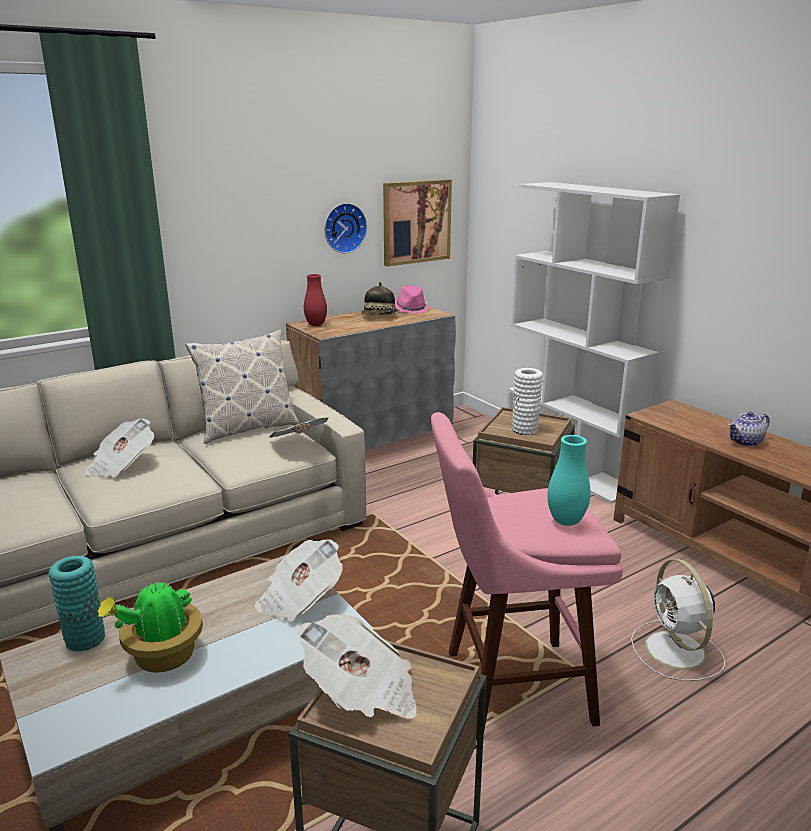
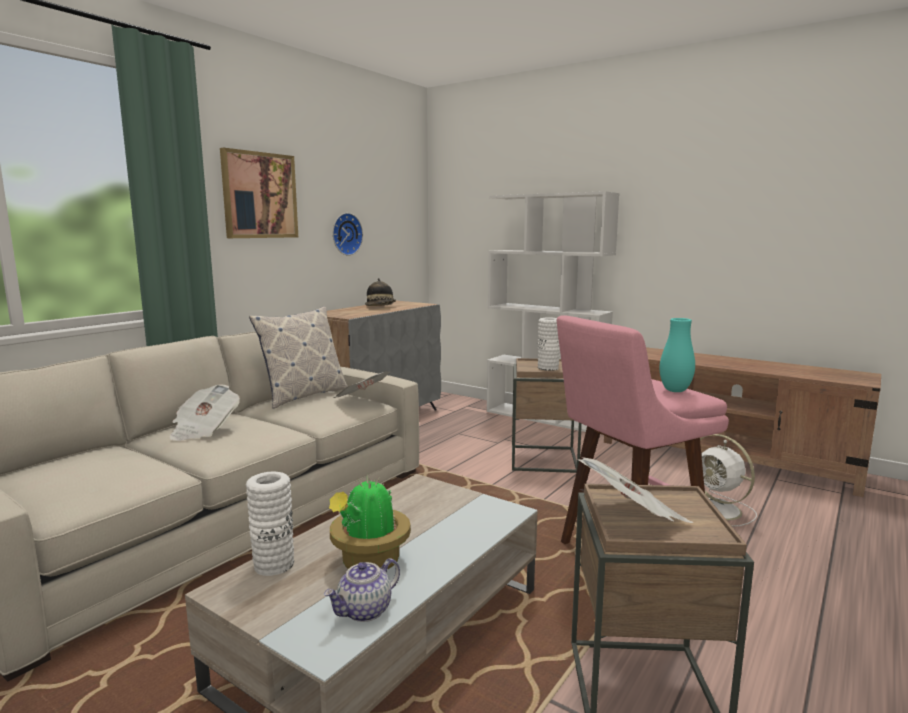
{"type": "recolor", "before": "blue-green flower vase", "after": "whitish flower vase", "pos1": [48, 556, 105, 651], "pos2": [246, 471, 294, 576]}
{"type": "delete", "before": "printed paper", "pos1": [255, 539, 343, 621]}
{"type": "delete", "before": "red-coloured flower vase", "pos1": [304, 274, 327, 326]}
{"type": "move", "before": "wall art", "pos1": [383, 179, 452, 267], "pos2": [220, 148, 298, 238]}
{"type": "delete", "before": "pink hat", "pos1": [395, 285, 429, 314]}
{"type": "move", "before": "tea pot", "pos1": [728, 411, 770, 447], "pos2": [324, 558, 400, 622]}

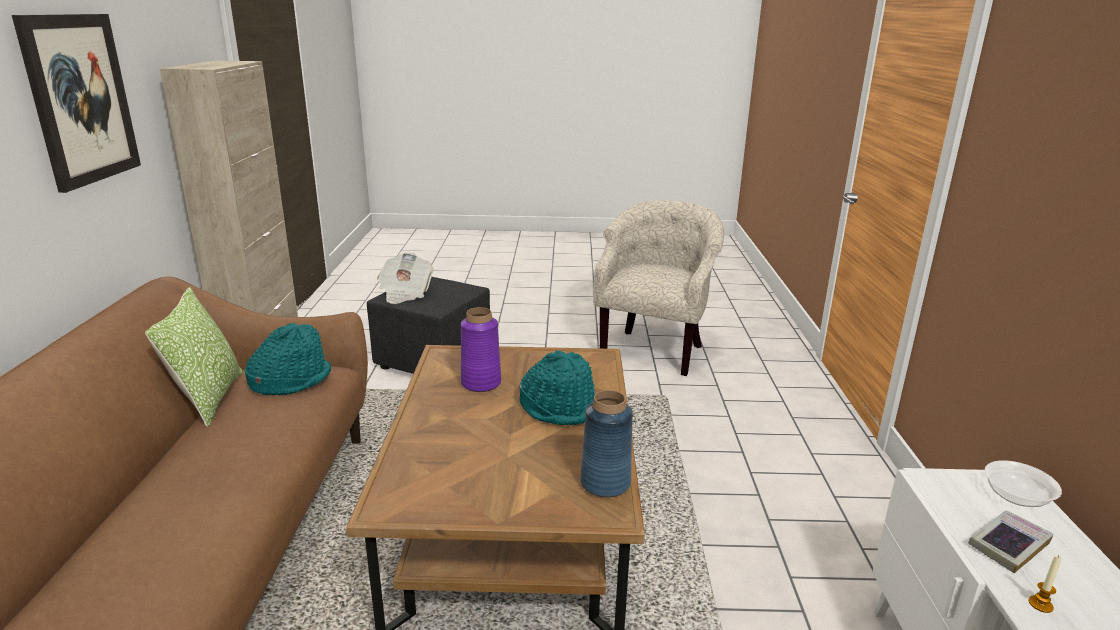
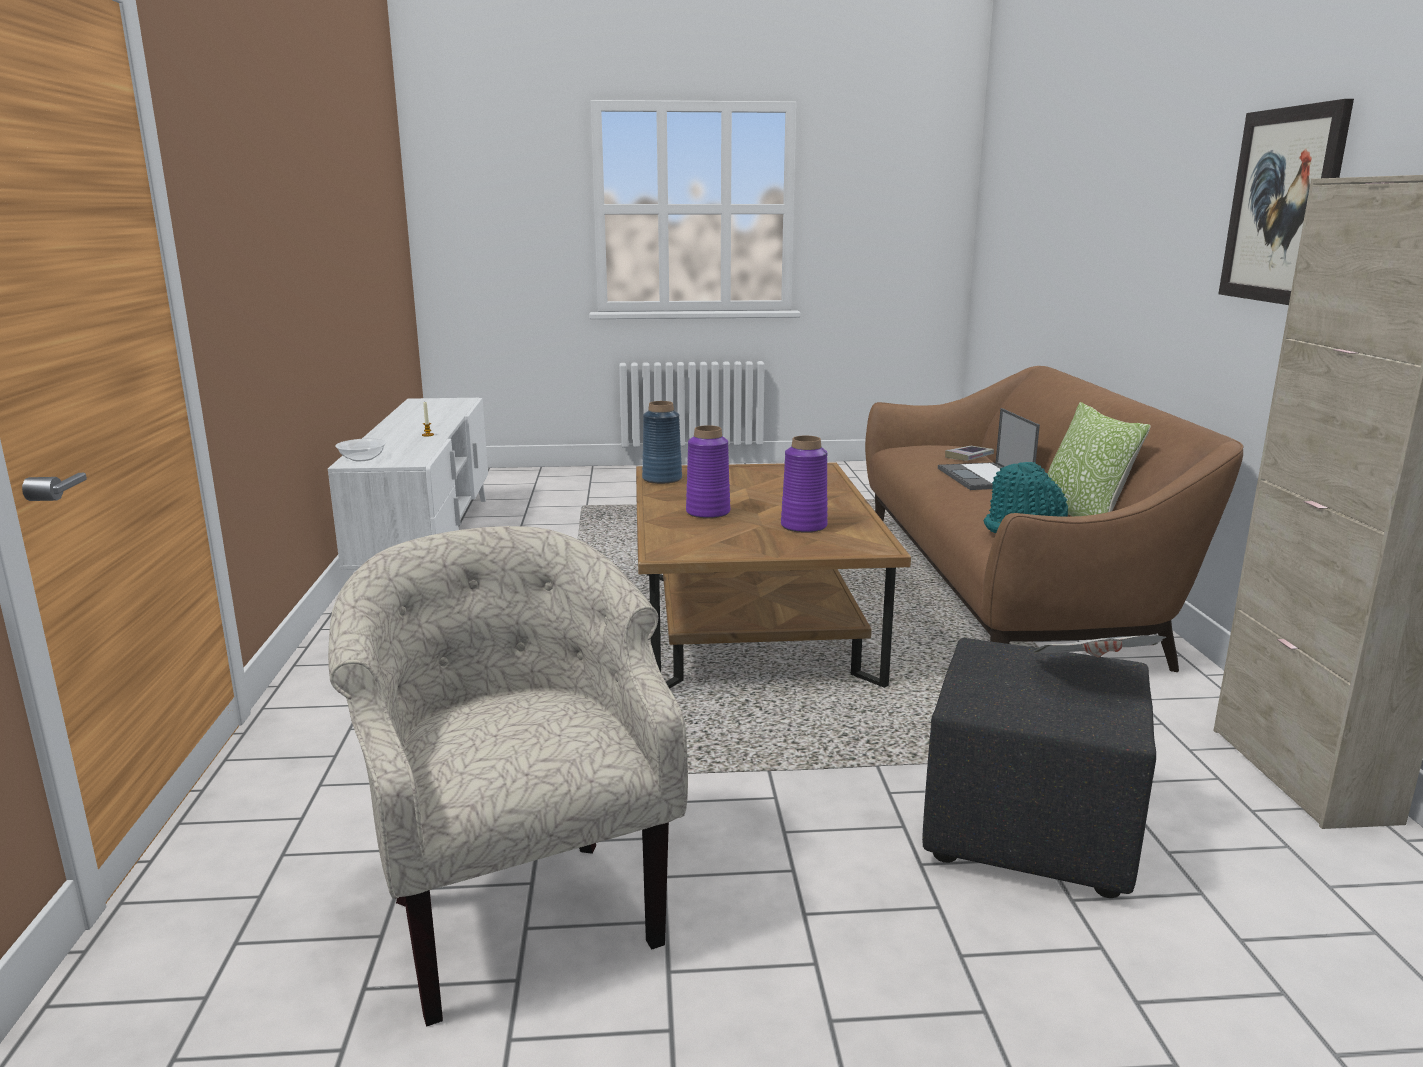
{"type": "replace", "before": "blue-green hat", "after": "purple flower vase", "pos1": [519, 350, 595, 425], "pos2": [686, 425, 730, 519]}
{"type": "rotate", "before": "beige-coloured lounge chair", "pos1": [593, 200, 724, 376], "pos2": [328, 526, 688, 1026], "turn": 135}
{"type": "move", "before": "bound book", "pos1": [968, 511, 1054, 573], "pos2": [945, 446, 994, 461]}
{"type": "insert", "after": "notebook computer", "pos2": [938, 408, 1040, 490]}

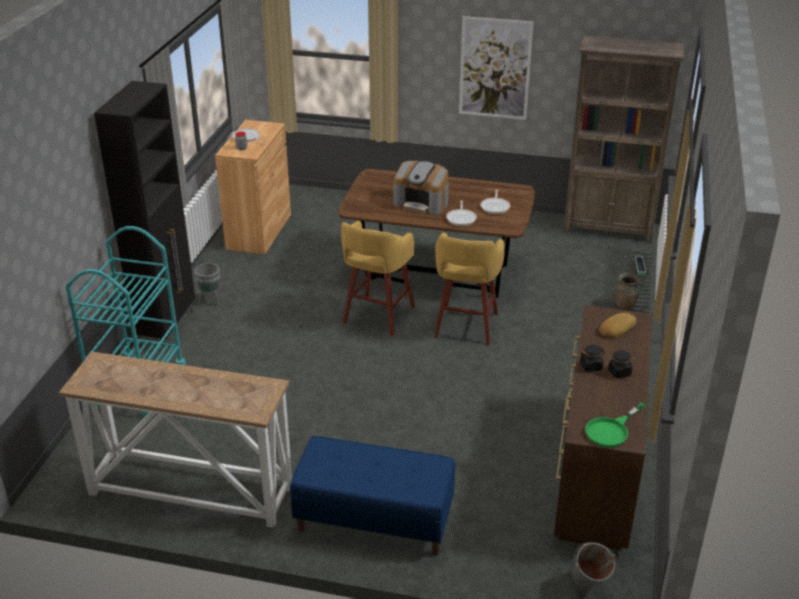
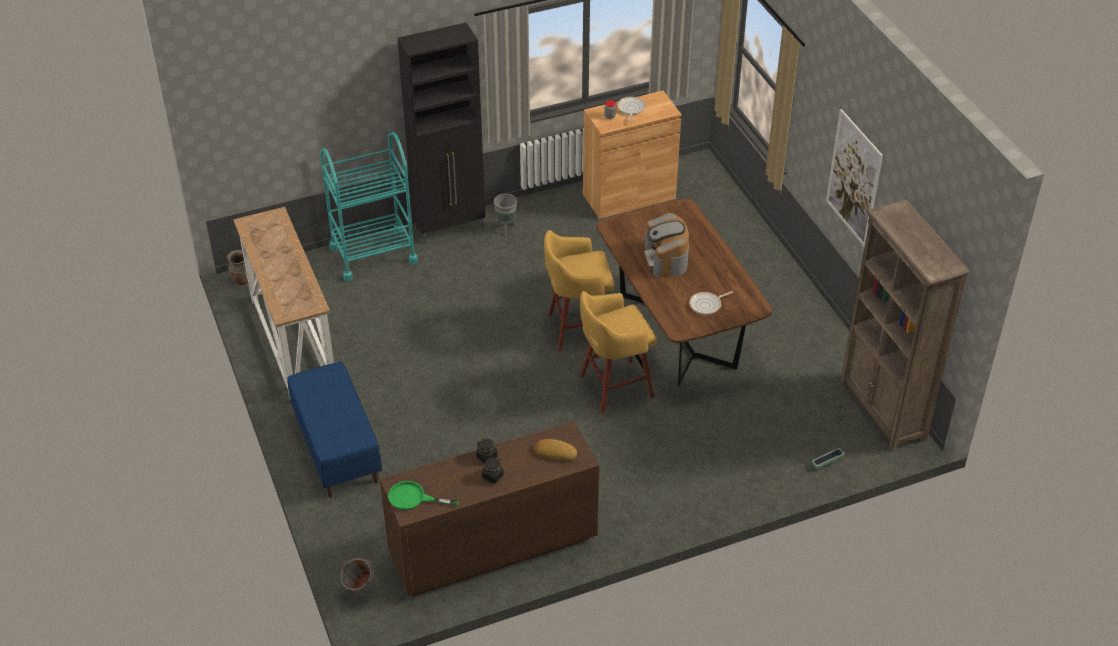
{"type": "delete", "before": "frying pan", "pos1": [446, 200, 477, 226]}
{"type": "move", "before": "brown flower vase", "pos1": [615, 273, 640, 310], "pos2": [227, 250, 248, 285]}

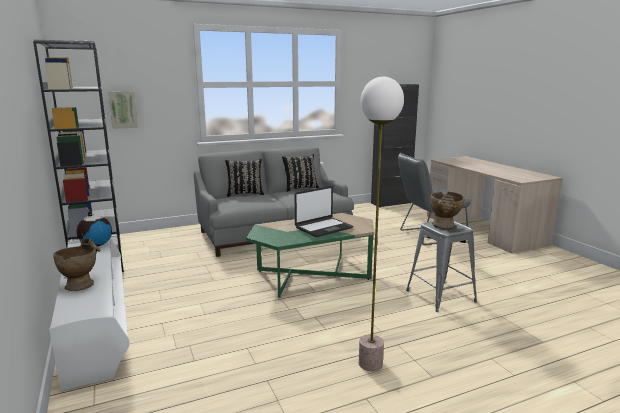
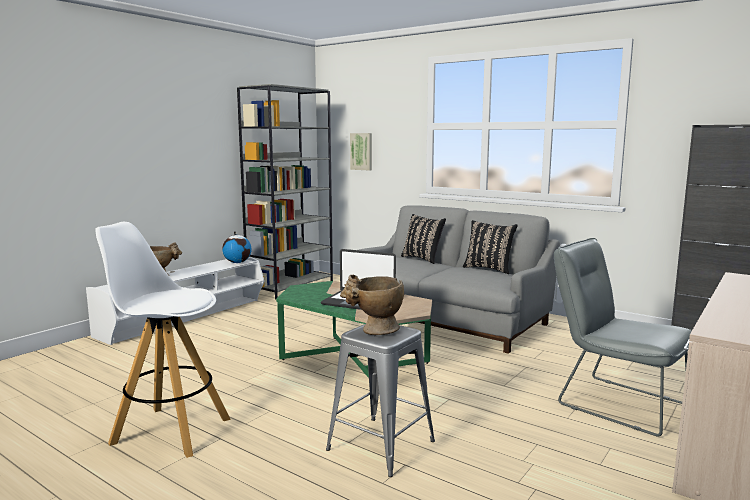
{"type": "replace", "before": "standing lamp", "after": "whitish sitting stool", "pos1": [359, 77, 404, 371], "pos2": [95, 222, 231, 458]}

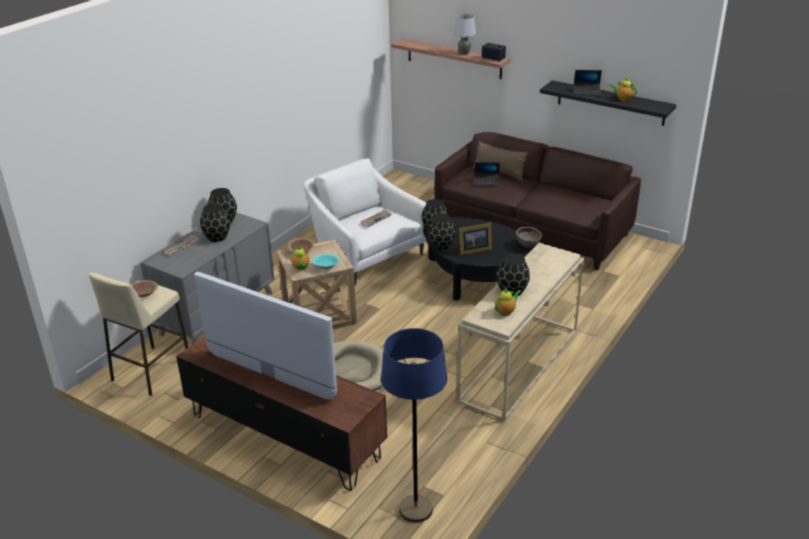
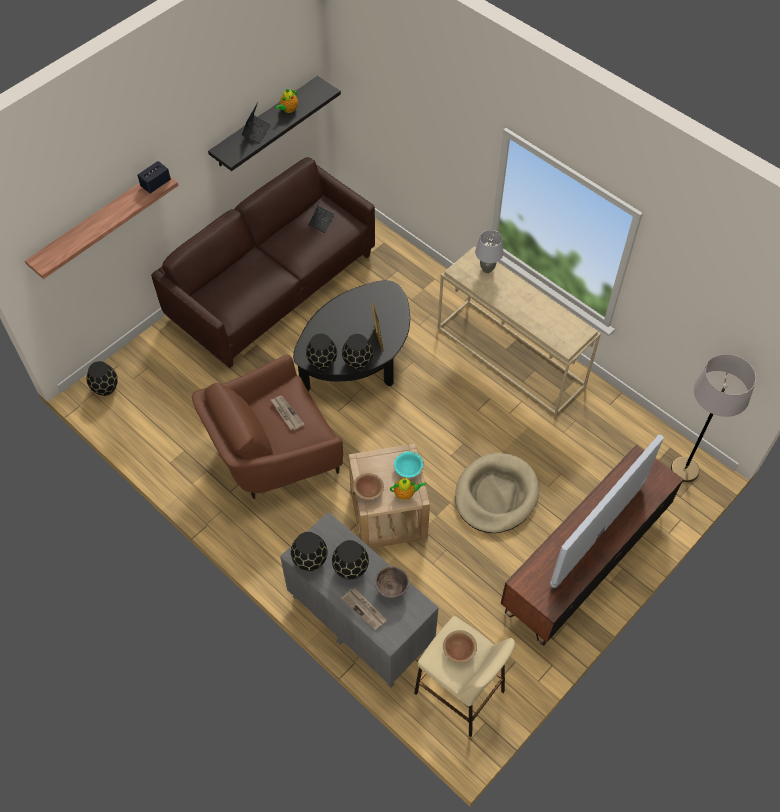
{"type": "recolor", "before": "whitish lounge chair", "after": "brown lounge chair", "pos1": [304, 158, 426, 285], "pos2": [192, 355, 343, 499]}
{"type": "recolor", "before": "blue standing lamp", "after": "greyish standing lamp", "pos1": [381, 328, 447, 523], "pos2": [671, 354, 756, 482]}
{"type": "move", "before": "greyish lamp for a table", "pos1": [453, 14, 476, 55], "pos2": [475, 230, 504, 273]}
{"type": "delete", "before": "brown throw pillow", "pos1": [473, 141, 529, 181]}
{"type": "move", "before": "notebook computer", "pos1": [474, 162, 500, 186], "pos2": [309, 195, 334, 233]}
{"type": "delete", "before": "tea pot", "pos1": [495, 288, 522, 316]}
{"type": "move", "before": "black-coloured flower vase", "pos1": [496, 254, 530, 296], "pos2": [87, 361, 118, 396]}
{"type": "move", "before": "brown bowl", "pos1": [516, 227, 542, 248], "pos2": [375, 566, 409, 599]}

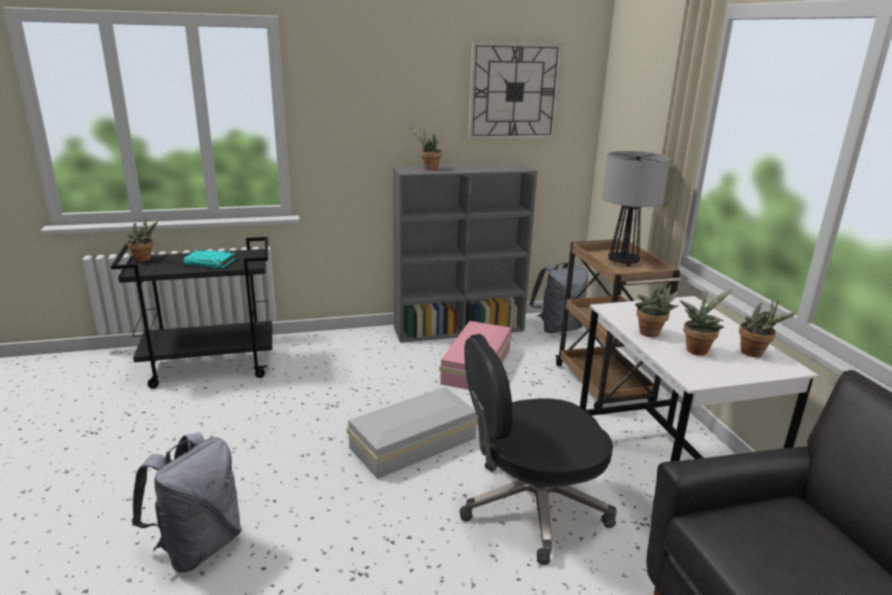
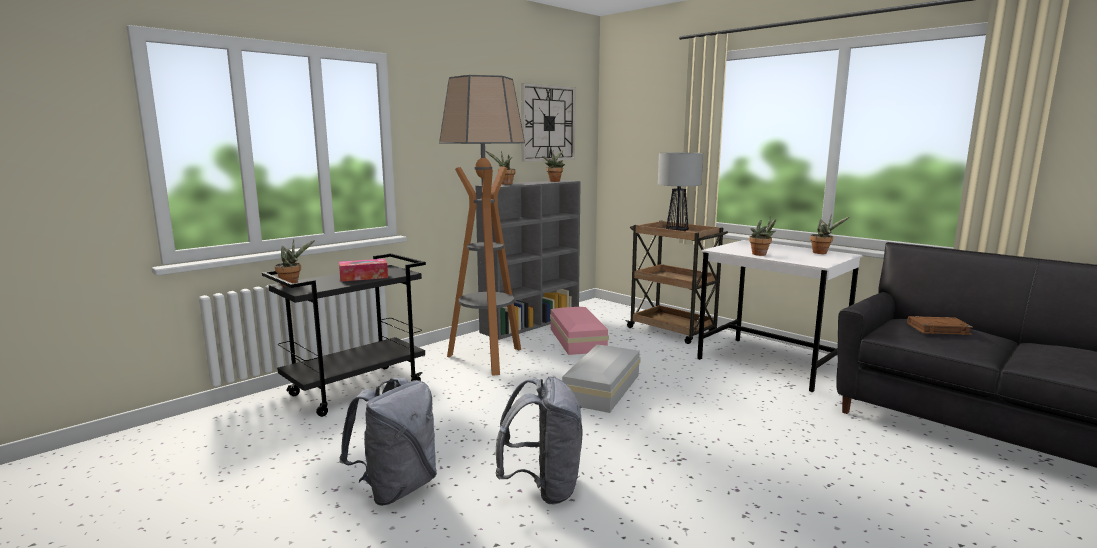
{"type": "replace", "before": "blue-green bound book", "after": "tissue holder", "pos1": [183, 250, 236, 269], "pos2": [339, 259, 388, 282]}
{"type": "delete", "before": "black-coloured office chair", "pos1": [460, 334, 617, 565]}
{"type": "move", "before": "greyish rucksack", "pos1": [529, 263, 588, 333], "pos2": [339, 378, 437, 506]}
{"type": "move", "before": "plant in a pot", "pos1": [680, 289, 733, 356], "pos2": [542, 150, 565, 182]}
{"type": "insert", "after": "standing lamp", "pos2": [439, 75, 525, 376]}
{"type": "insert", "after": "brown bound book", "pos2": [907, 316, 973, 335]}

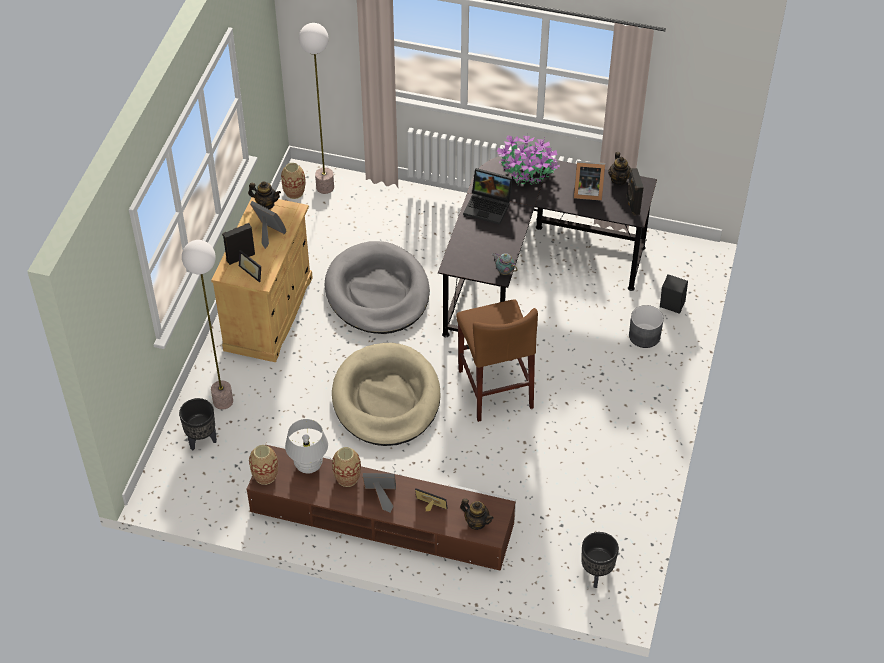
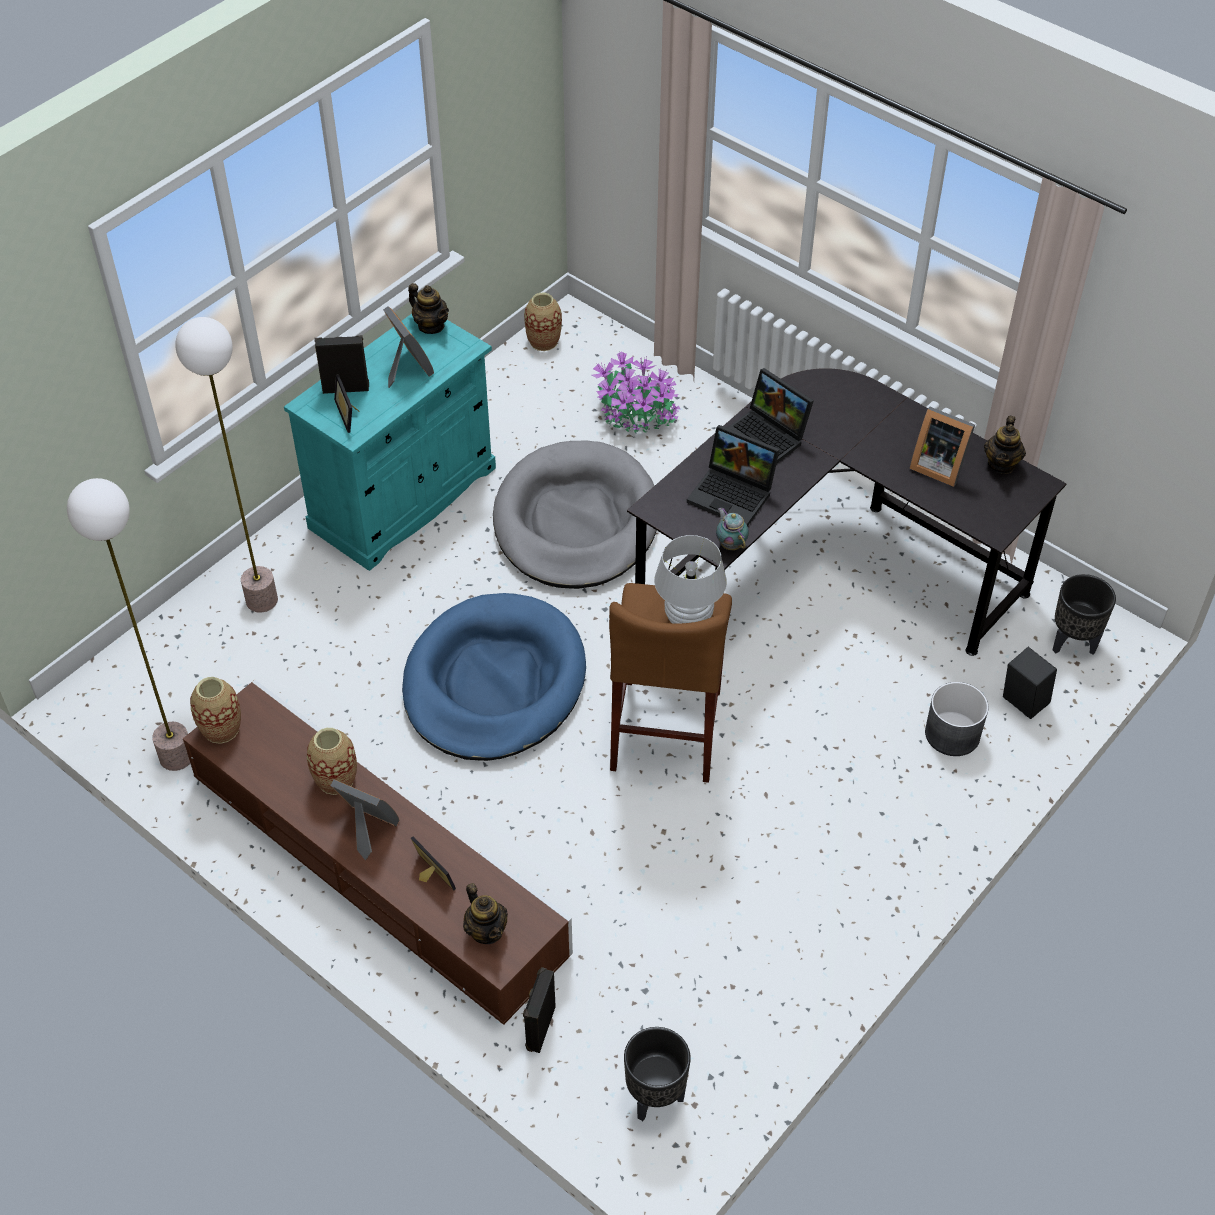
{"type": "move", "before": "black-coloured flower pot", "pos1": [179, 398, 217, 450], "pos2": [1053, 574, 1116, 655]}
{"type": "recolor", "before": "beige-coloured cupboard", "after": "blue-green cupboard", "pos1": [211, 197, 313, 362], "pos2": [284, 314, 496, 571]}
{"type": "move", "before": "whitish lamp for a table", "pos1": [285, 419, 328, 474], "pos2": [654, 535, 727, 624]}
{"type": "move", "before": "standing lamp", "pos1": [299, 23, 334, 194], "pos2": [67, 478, 190, 771]}
{"type": "recolor", "before": "beige-coloured pet bed", "after": "blue pet bed", "pos1": [332, 343, 441, 446], "pos2": [402, 593, 586, 761]}
{"type": "move", "before": "plant in a pot", "pos1": [497, 136, 560, 185], "pos2": [592, 351, 680, 434]}
{"type": "move", "before": "black-coloured loudspeaker", "pos1": [626, 168, 644, 216], "pos2": [523, 967, 556, 1053]}
{"type": "insert", "after": "notebook computer", "pos2": [687, 425, 780, 526]}

